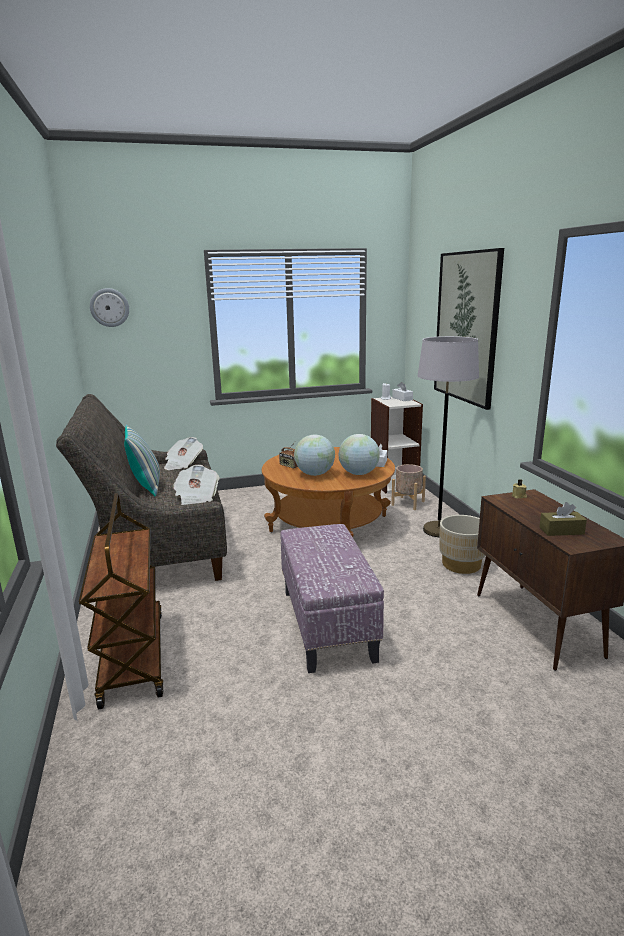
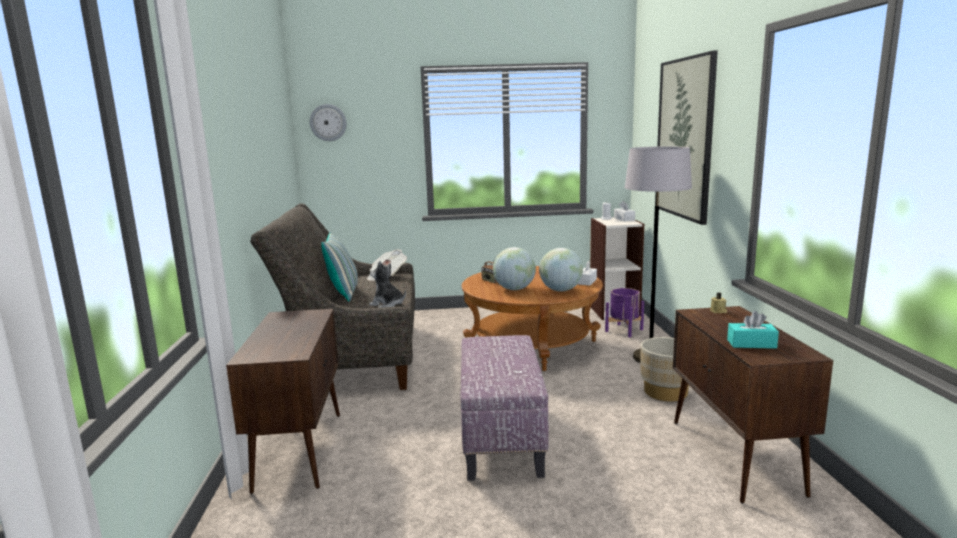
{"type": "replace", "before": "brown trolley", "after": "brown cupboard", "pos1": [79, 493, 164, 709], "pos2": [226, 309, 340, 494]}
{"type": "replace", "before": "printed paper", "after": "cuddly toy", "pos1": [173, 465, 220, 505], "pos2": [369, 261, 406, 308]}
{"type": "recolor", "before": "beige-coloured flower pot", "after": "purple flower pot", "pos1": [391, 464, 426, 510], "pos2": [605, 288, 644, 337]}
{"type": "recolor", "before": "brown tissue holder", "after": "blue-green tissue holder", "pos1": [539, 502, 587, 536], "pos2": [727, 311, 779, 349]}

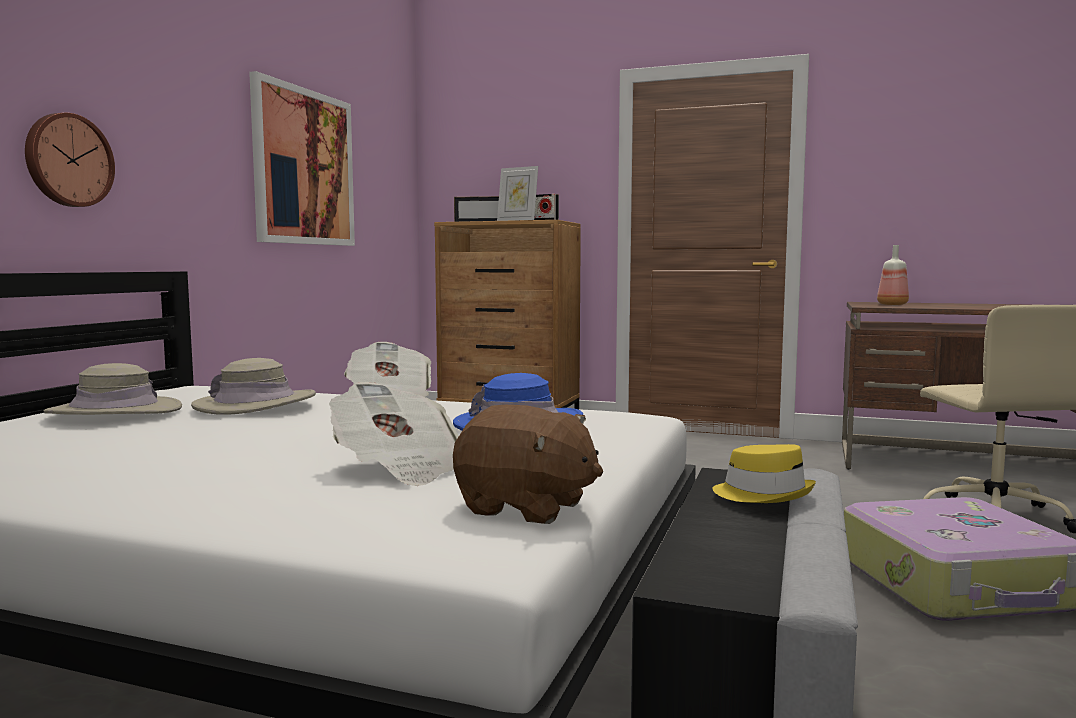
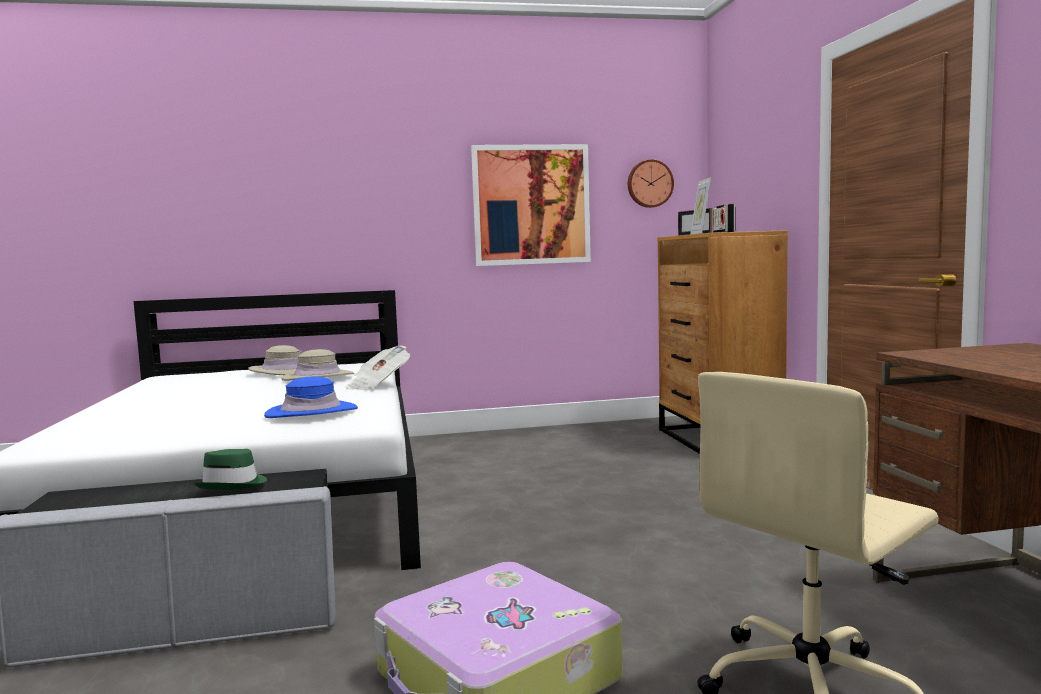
{"type": "move", "before": "wall clock", "pos1": [25, 113, 115, 207], "pos2": [628, 159, 674, 208]}
{"type": "delete", "before": "printed paper", "pos1": [329, 382, 459, 486]}
{"type": "delete", "before": "brown cuddly toy", "pos1": [453, 405, 603, 524]}
{"type": "recolor", "before": "yellowish hat", "after": "green-coloured hat", "pos1": [712, 444, 816, 503], "pos2": [194, 449, 267, 490]}
{"type": "delete", "before": "beverage bottle", "pos1": [877, 245, 909, 305]}

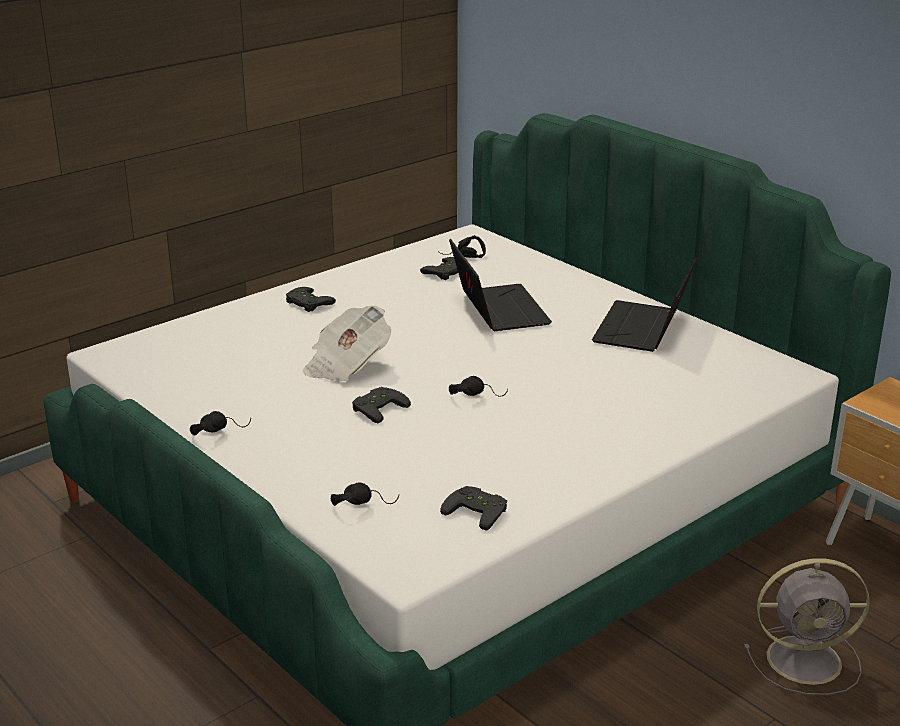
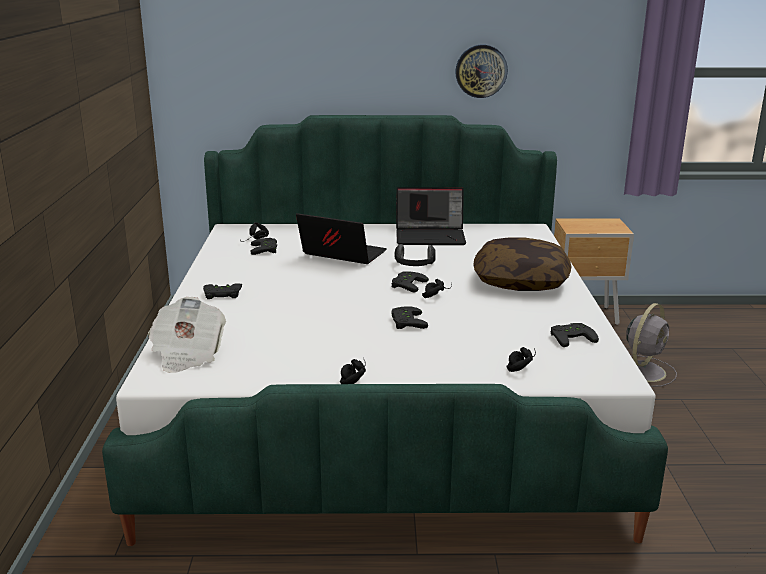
{"type": "move", "before": "printed paper", "pos1": [303, 306, 391, 382], "pos2": [148, 297, 226, 373]}
{"type": "rotate", "before": "notebook computer", "pos1": [592, 257, 697, 352], "pos2": [396, 187, 466, 245], "turn": -60}
{"type": "insert", "after": "black-coloured gamepad", "pos2": [392, 271, 429, 293]}
{"type": "insert", "after": "headset", "pos2": [395, 244, 436, 266]}
{"type": "insert", "after": "wall clock", "pos2": [455, 45, 508, 98]}
{"type": "insert", "after": "throw pillow", "pos2": [474, 238, 571, 291]}

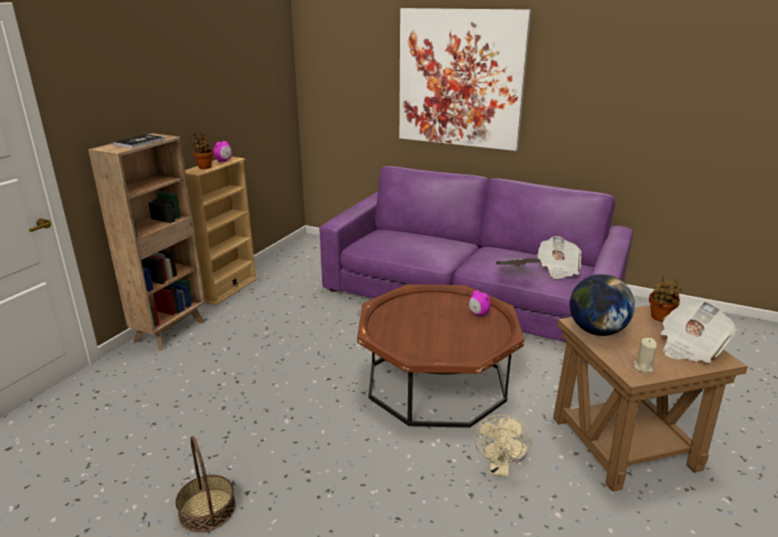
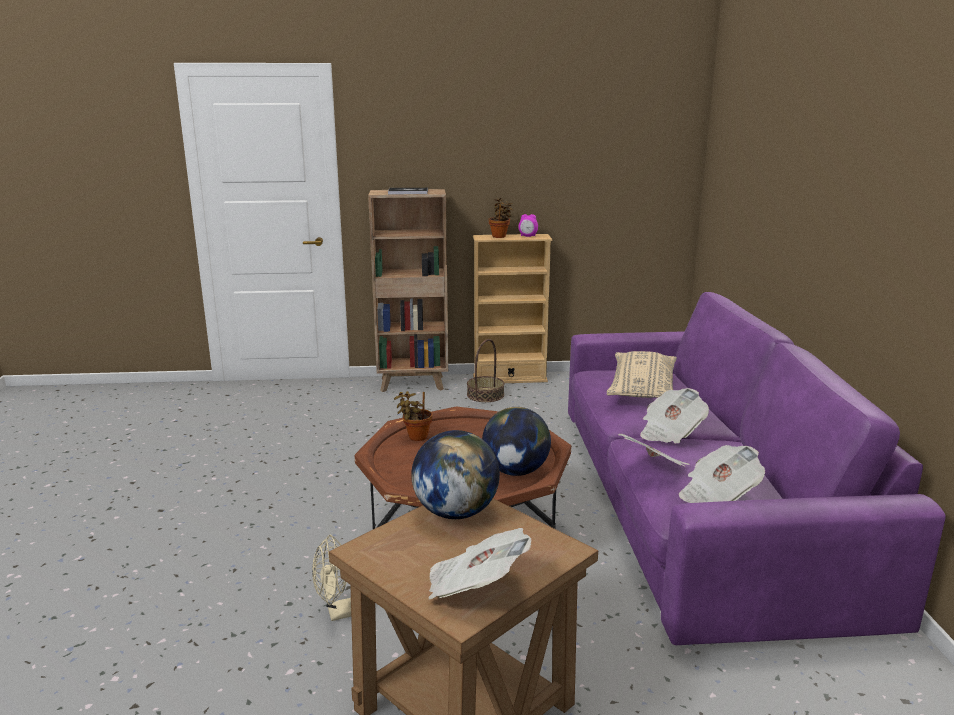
{"type": "move", "before": "storage basket", "pos1": [176, 436, 236, 532], "pos2": [467, 339, 504, 402]}
{"type": "delete", "before": "wall art", "pos1": [399, 8, 531, 151]}
{"type": "replace", "before": "bedside clock", "after": "globe", "pos1": [469, 290, 491, 316], "pos2": [482, 407, 551, 476]}
{"type": "delete", "before": "beige-coloured wax candle", "pos1": [633, 338, 657, 373]}
{"type": "move", "before": "plant in a pot", "pos1": [649, 275, 682, 322], "pos2": [394, 391, 433, 441]}
{"type": "insert", "after": "beige-coloured throw pillow", "pos2": [607, 351, 677, 398]}
{"type": "insert", "after": "printed paper", "pos2": [640, 388, 709, 444]}

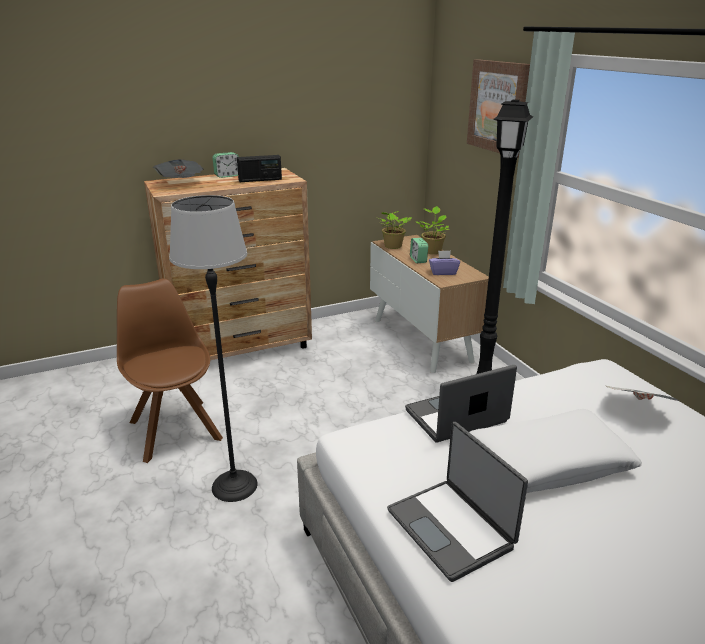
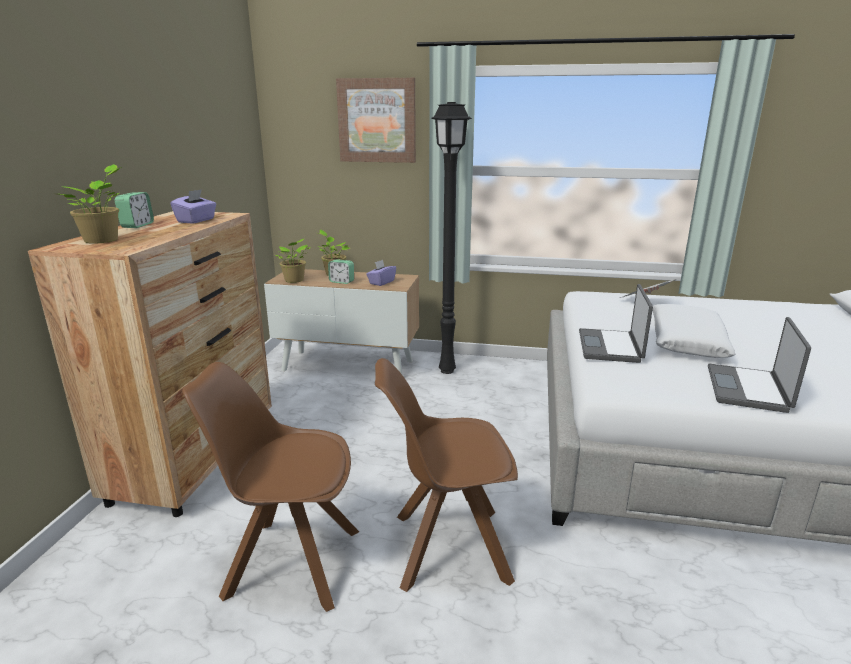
{"type": "replace", "before": "printed paper", "after": "plant in a pot", "pos1": [153, 159, 204, 178], "pos2": [57, 164, 121, 244]}
{"type": "replace", "before": "standing lamp", "after": "brown plain chair", "pos1": [169, 195, 258, 502], "pos2": [375, 358, 518, 592]}
{"type": "replace", "before": "radio receiver", "after": "purple tissue holder", "pos1": [237, 155, 282, 182], "pos2": [170, 189, 216, 224]}
{"type": "rotate", "before": "notebook computer", "pos1": [387, 422, 528, 582], "pos2": [708, 317, 811, 413], "turn": 105}

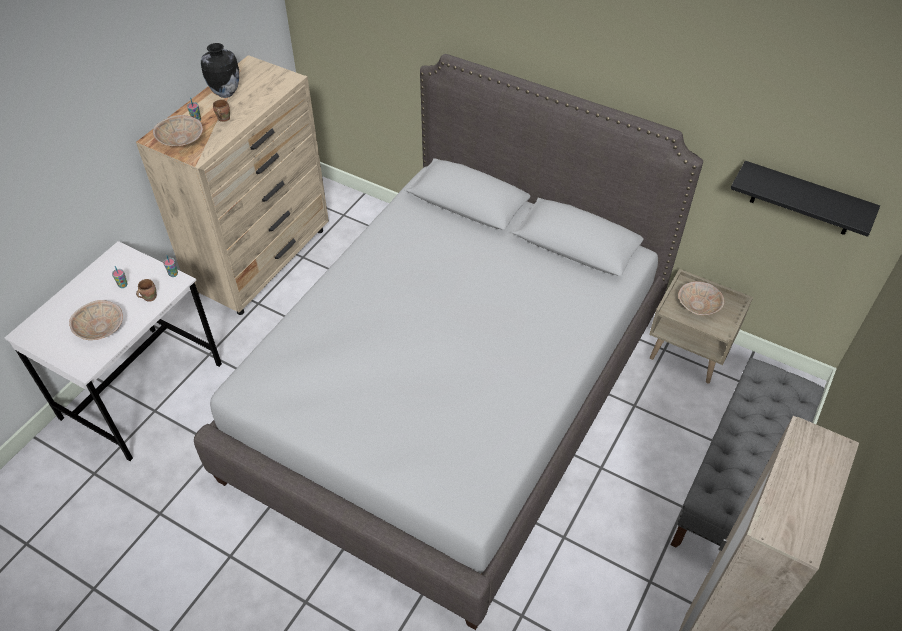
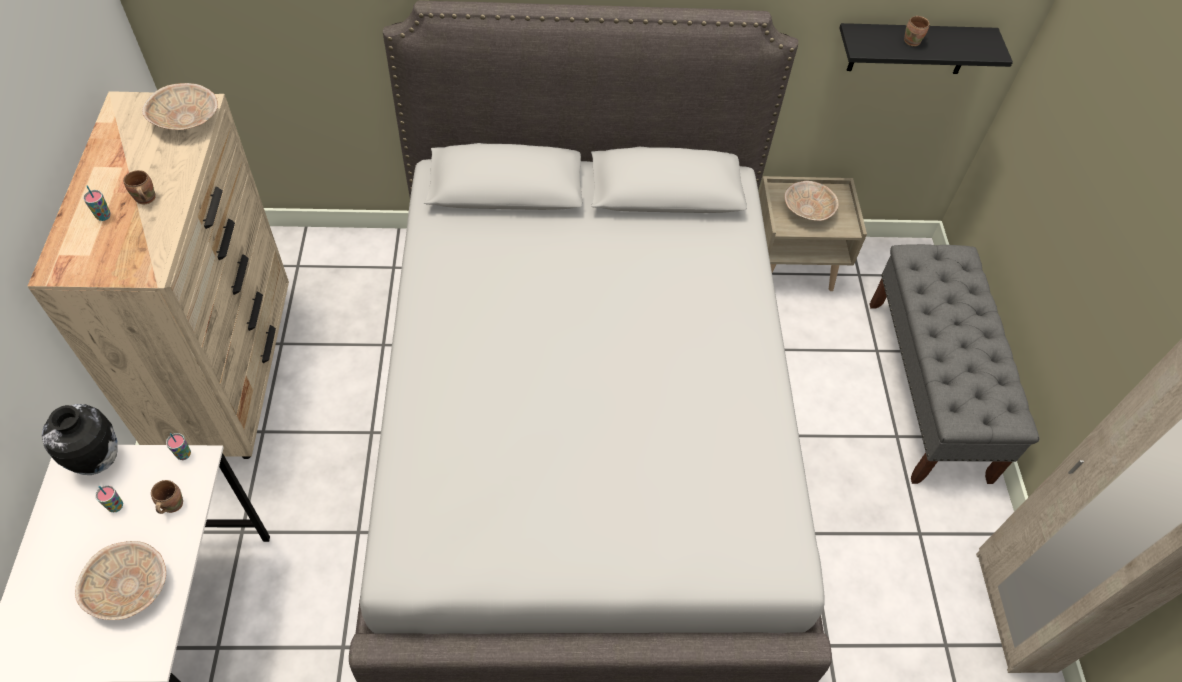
{"type": "move", "before": "beige-coloured bowl", "pos1": [153, 115, 203, 146], "pos2": [142, 83, 218, 130]}
{"type": "move", "before": "flower vase", "pos1": [201, 43, 239, 98], "pos2": [42, 404, 118, 475]}
{"type": "insert", "after": "brown tea mug", "pos2": [904, 16, 930, 46]}

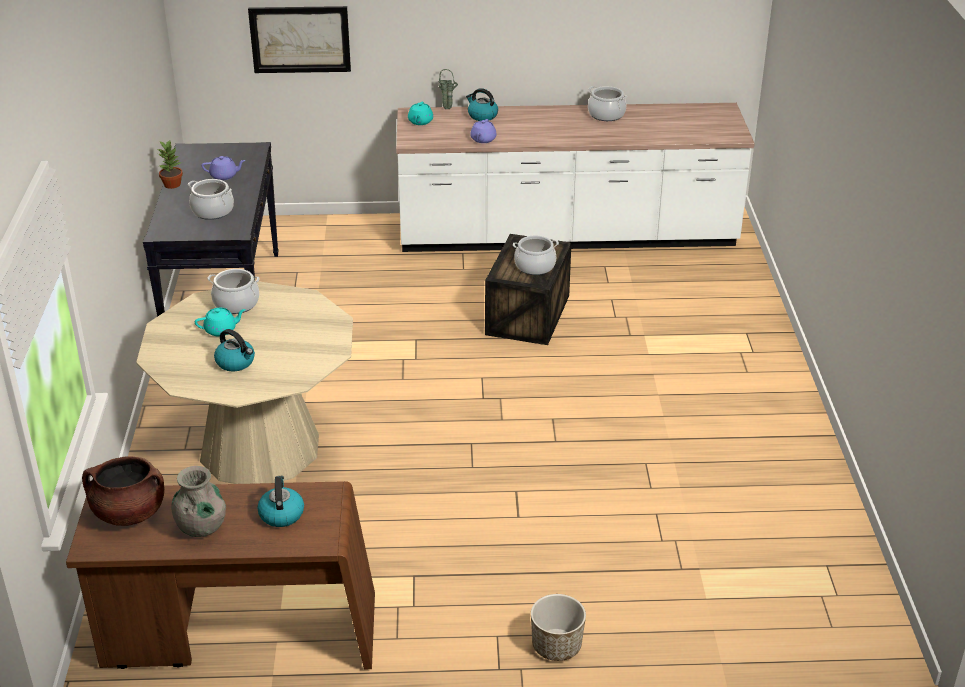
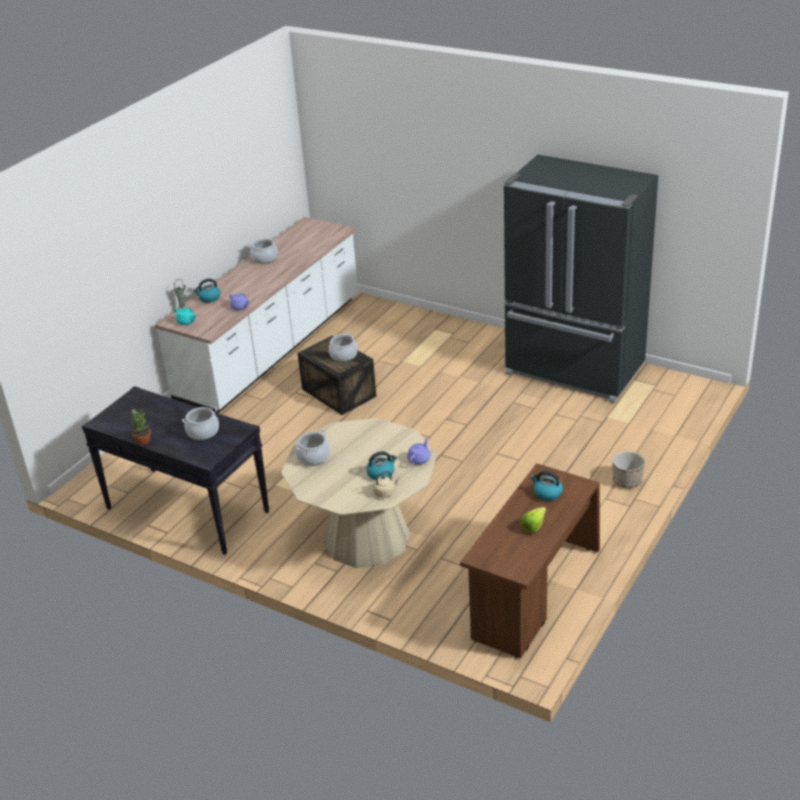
{"type": "delete", "before": "brown cooking pot", "pos1": [82, 456, 165, 526]}
{"type": "replace", "before": "greyish flower vase", "after": "head of lettuce", "pos1": [172, 466, 226, 537], "pos2": [521, 507, 546, 533]}
{"type": "delete", "before": "blue-green tea pot", "pos1": [195, 308, 246, 336]}
{"type": "move", "before": "purple tea pot", "pos1": [202, 156, 246, 180], "pos2": [407, 438, 430, 465]}
{"type": "delete", "before": "wall art", "pos1": [248, 6, 351, 73]}
{"type": "insert", "after": "beige-coloured kettle", "pos2": [373, 471, 400, 498]}
{"type": "insert", "after": "black-coloured fridge", "pos2": [503, 155, 658, 403]}

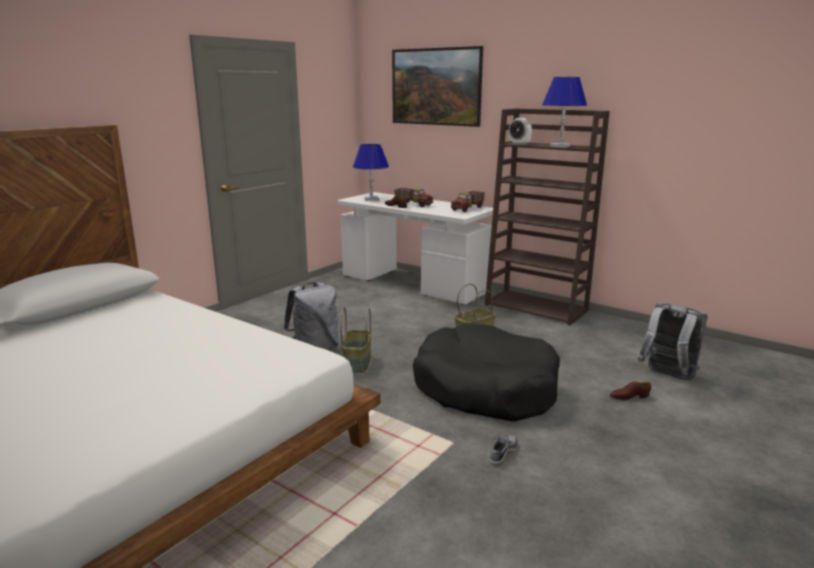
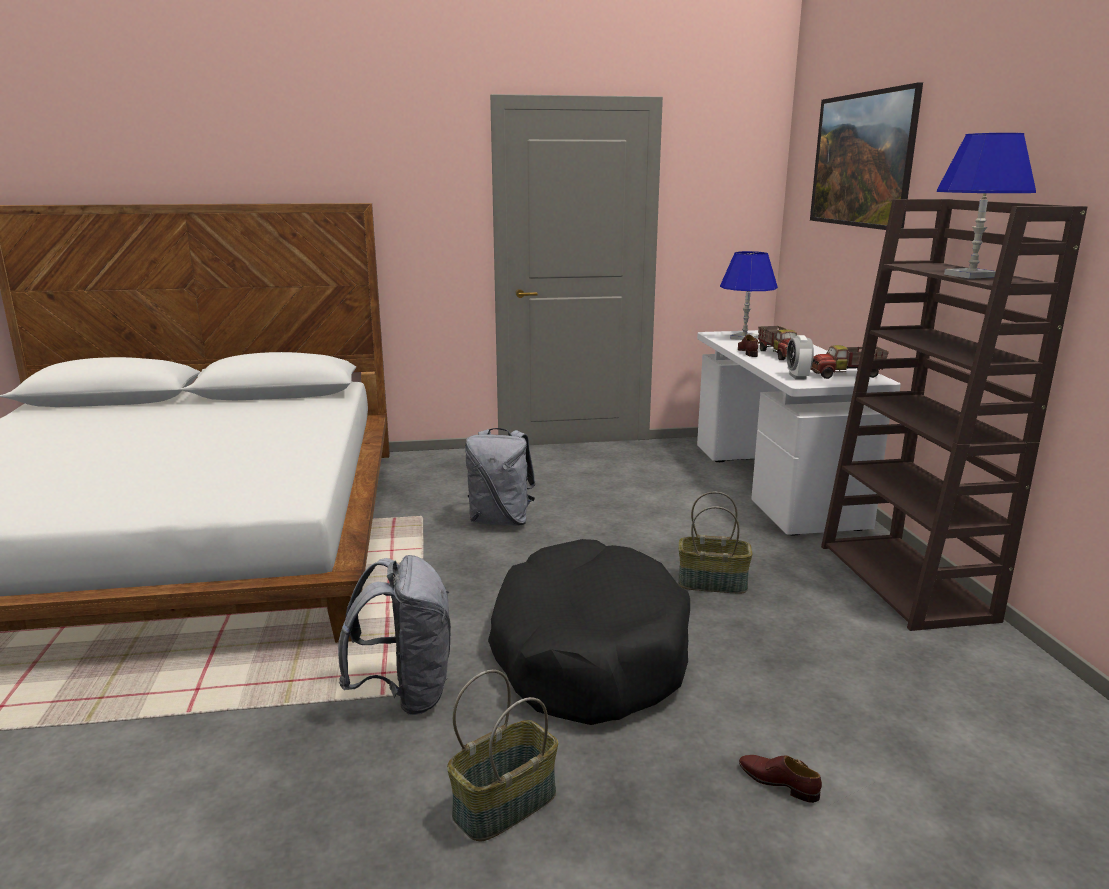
{"type": "move", "before": "storage basket", "pos1": [340, 307, 371, 373], "pos2": [447, 670, 558, 842]}
{"type": "delete", "before": "low shoe", "pos1": [489, 433, 518, 465]}
{"type": "move", "before": "bedside clock", "pos1": [508, 118, 532, 145], "pos2": [787, 335, 814, 380]}
{"type": "move", "before": "greyish rucksack", "pos1": [638, 304, 708, 380], "pos2": [338, 555, 451, 715]}

